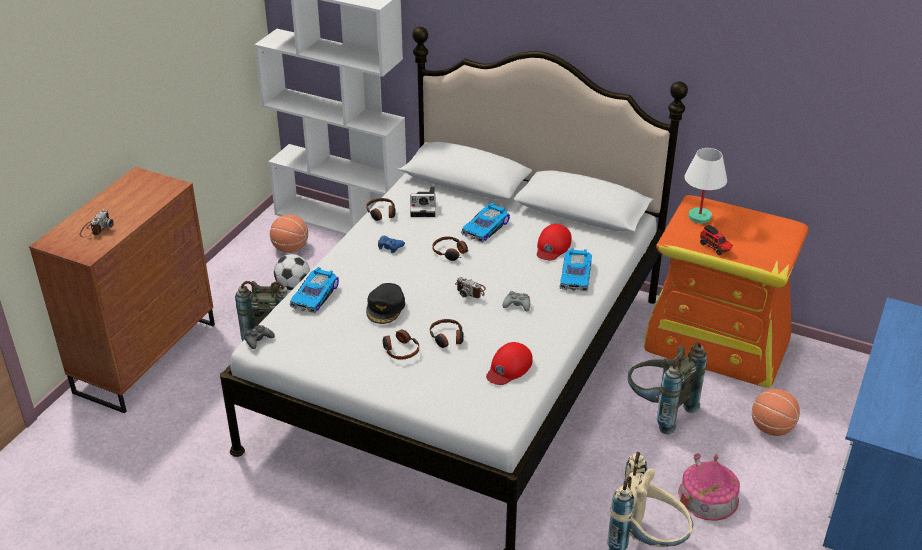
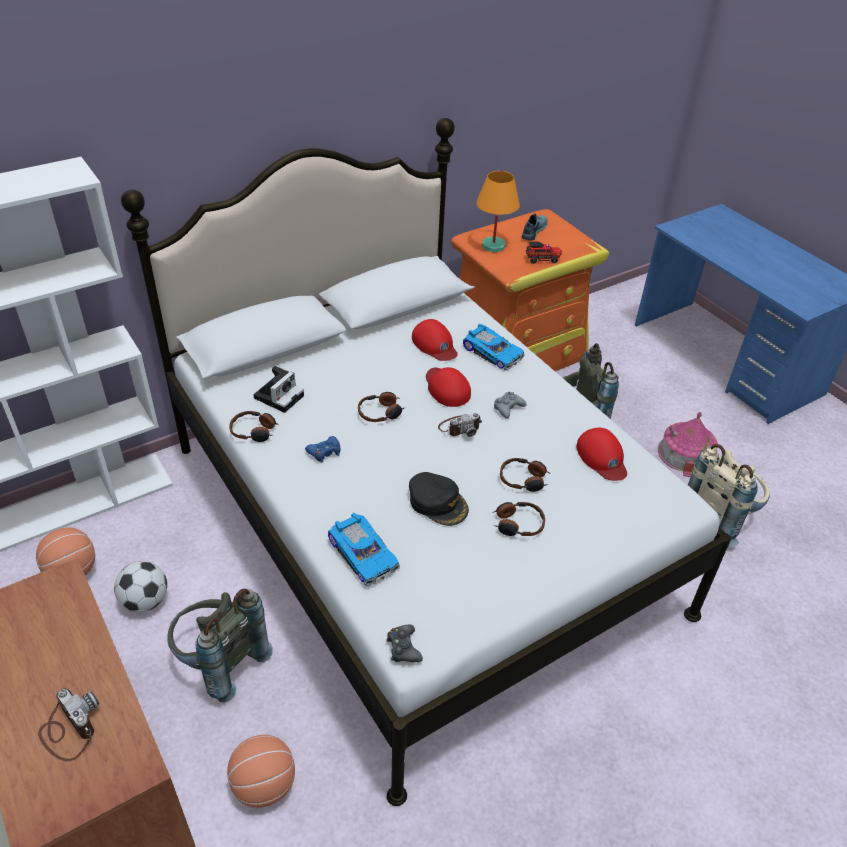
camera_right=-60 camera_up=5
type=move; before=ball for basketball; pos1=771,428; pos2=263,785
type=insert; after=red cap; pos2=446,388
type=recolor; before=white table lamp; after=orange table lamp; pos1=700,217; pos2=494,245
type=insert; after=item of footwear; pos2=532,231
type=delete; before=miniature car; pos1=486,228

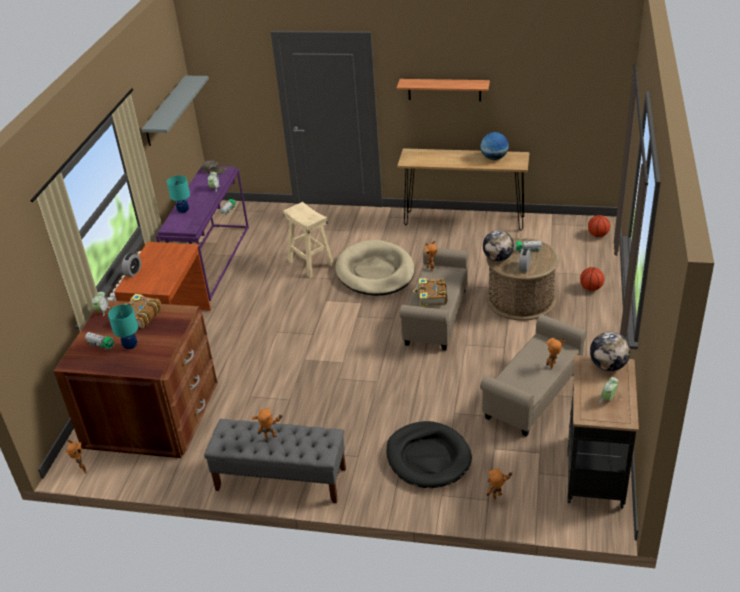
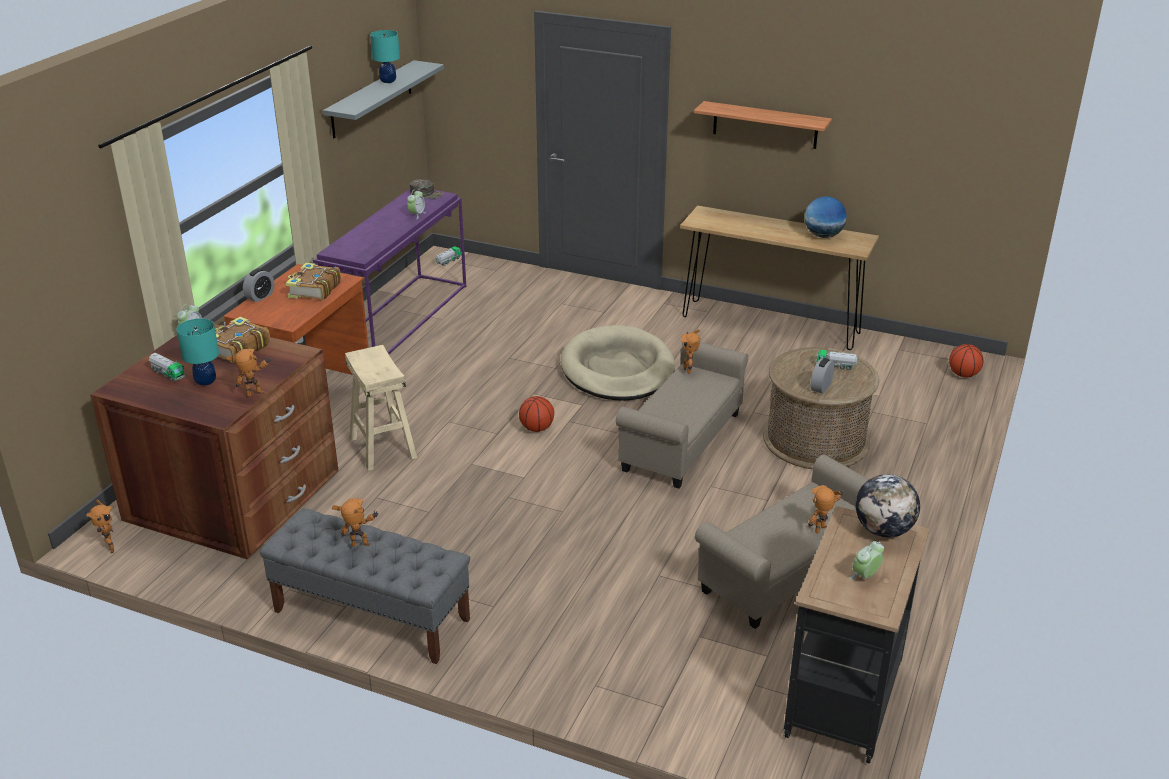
camera_right=10 camera_up=-5
type=move; before=robot figure; pos1=498,497; pos2=255,396
type=move; before=book; pos1=431,297; pos2=313,290
type=move; before=beige-coloured stool seat; pos1=311,263; pos2=383,447
type=move; before=turquoise-coloured table lamp; pos1=182,211; pos2=387,81
type=move; before=ball for basketball; pos1=591,288; pos2=537,428
type=delete; before=blackish dog cushion; pos1=428,457
type=delete; before=globe; pos1=498,258

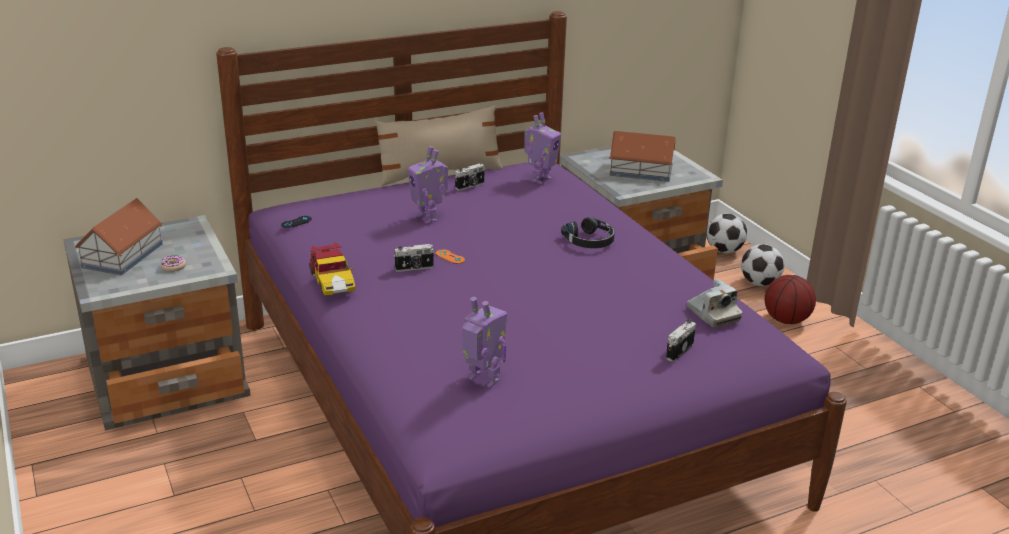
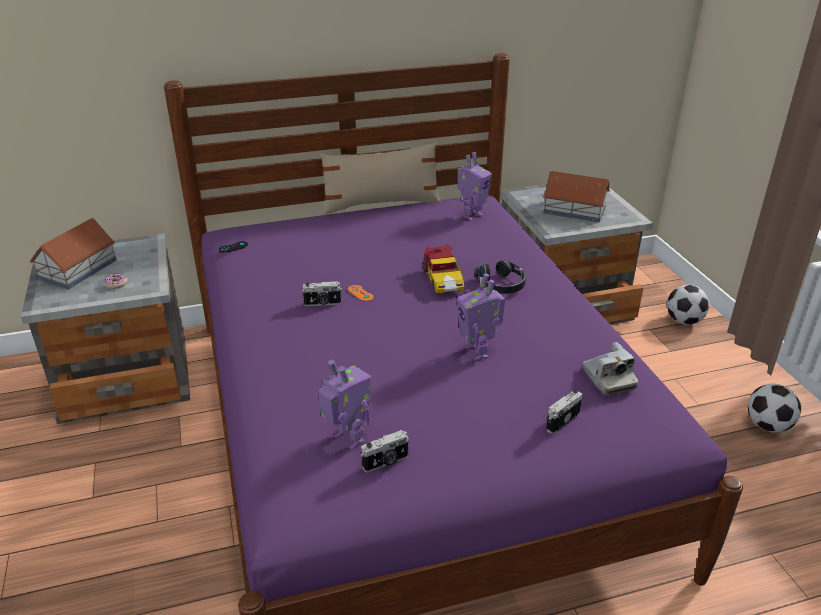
camera_right=10 camera_up=5
type=move; before=still camera; pos1=470,186; pos2=386,462
type=move; before=miniature car; pos1=332,281; pos2=443,279
type=move; before=robot figure; pos1=428,218; pos2=478,352
type=move; before=football; pos1=724,251; pos2=767,425
type=delete; before=ball for basketball; pos1=786,320

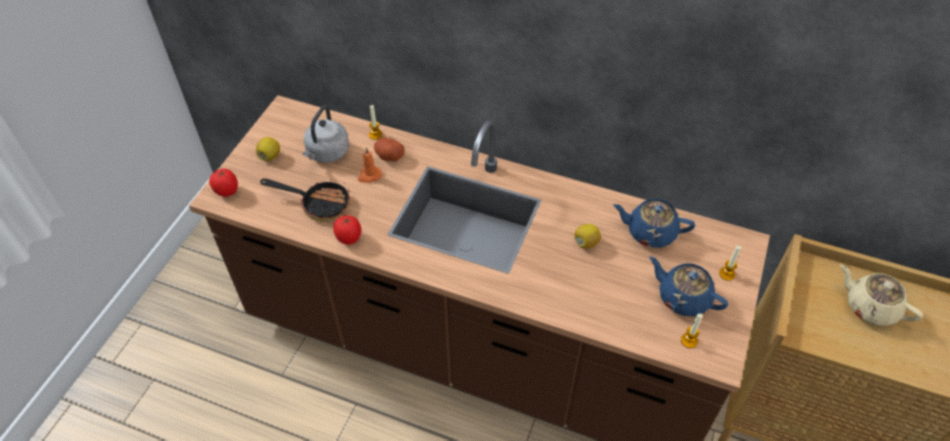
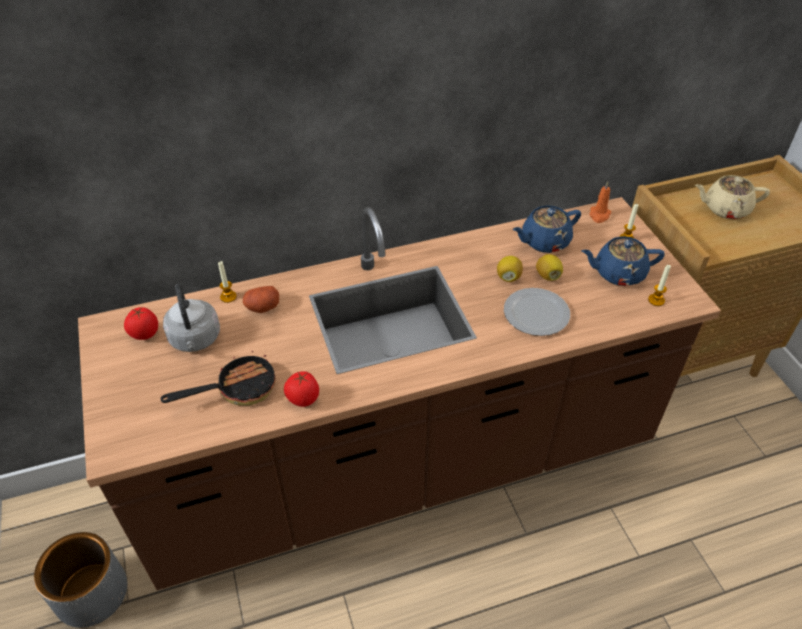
camera_right=-40 camera_up=-5
type=insert; after=greyish flower pot; pos2=92,593
type=move; before=whole tomato; pos1=227,191; pos2=145,334
type=insert; after=plate; pos2=535,314
type=move; before=whole lemon; pos1=270,156; pos2=548,276
type=move; before=orange candle; pos1=369,176; pos2=599,215

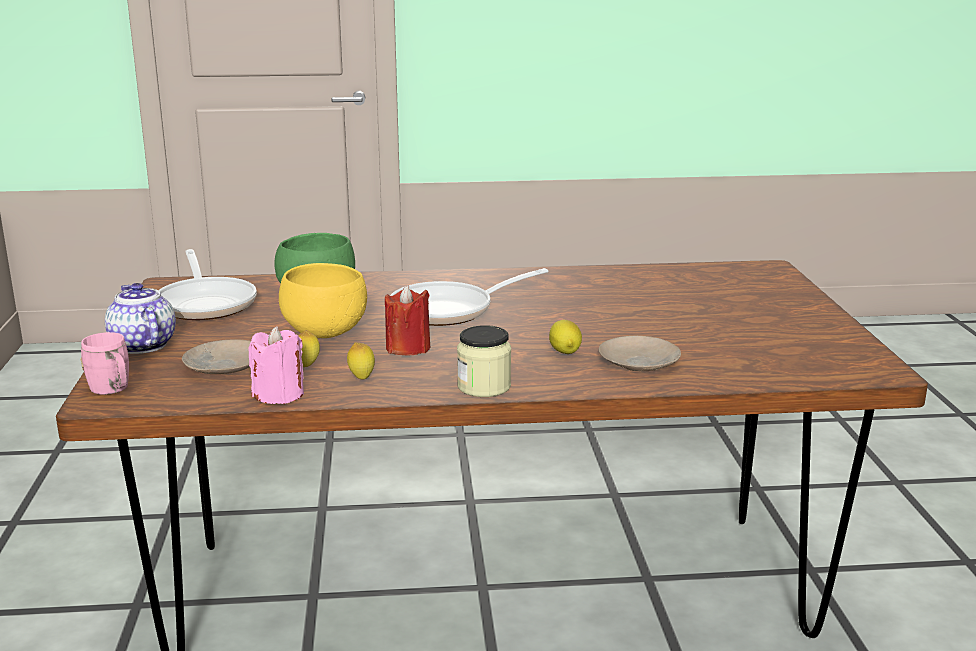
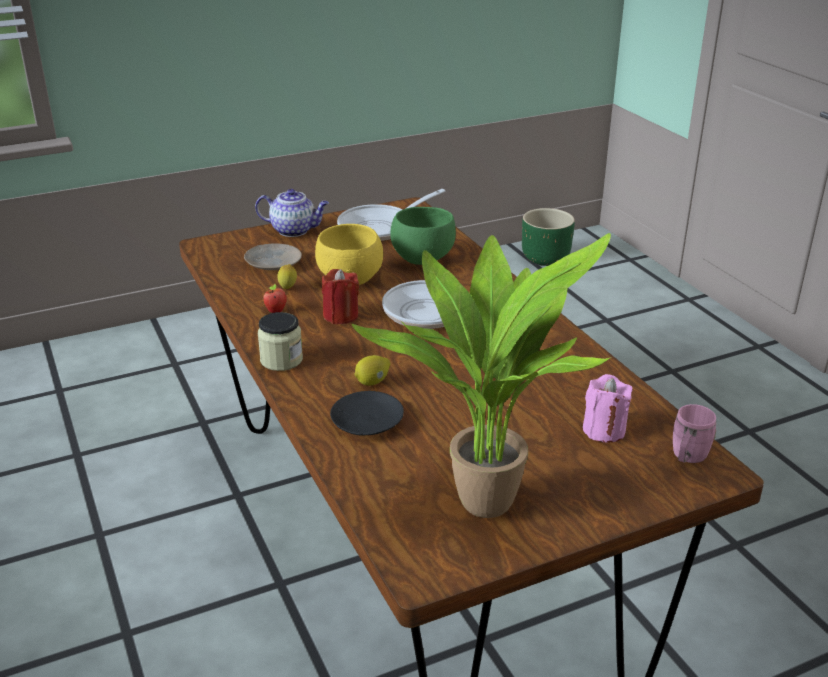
camera_right=70 camera_up=10
type=rotate; before=pot for tea; pos1=142,345; pos2=294,230; turn=60
type=replace; before=whole lemon; after=apple; pos1=361,377; pos2=276,311
type=recolor; before=beige-coloured plate; after=blackish plate; pos1=639,363; pos2=366,422
type=insert; after=plant in a pot; pos2=485,498
type=insert; after=greenish flower pot; pos2=545,259
type=move; before=pinkish candle; pos1=279,394; pos2=604,430
type=move; before=pinkish tea mug; pos1=113,390; pos2=687,458

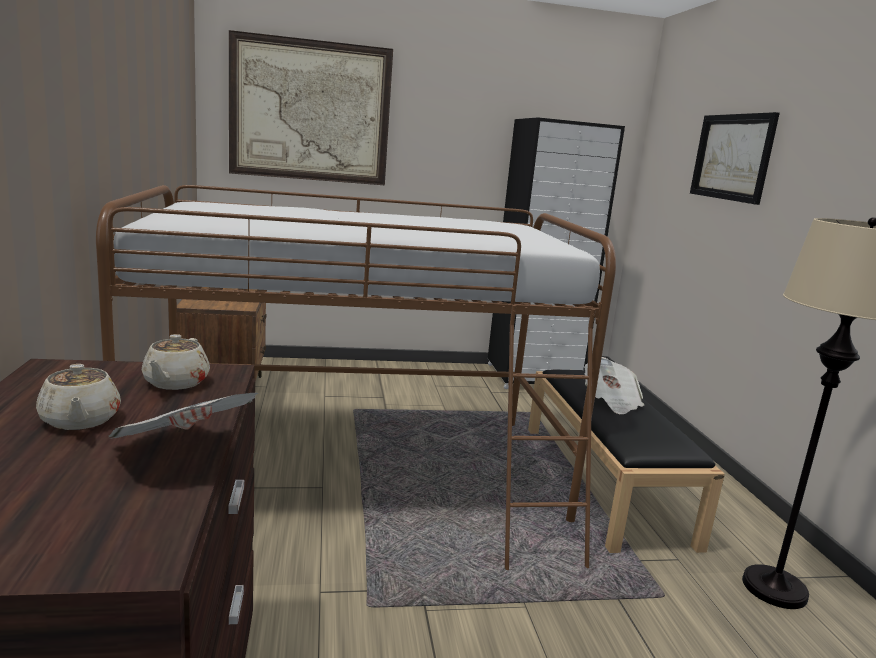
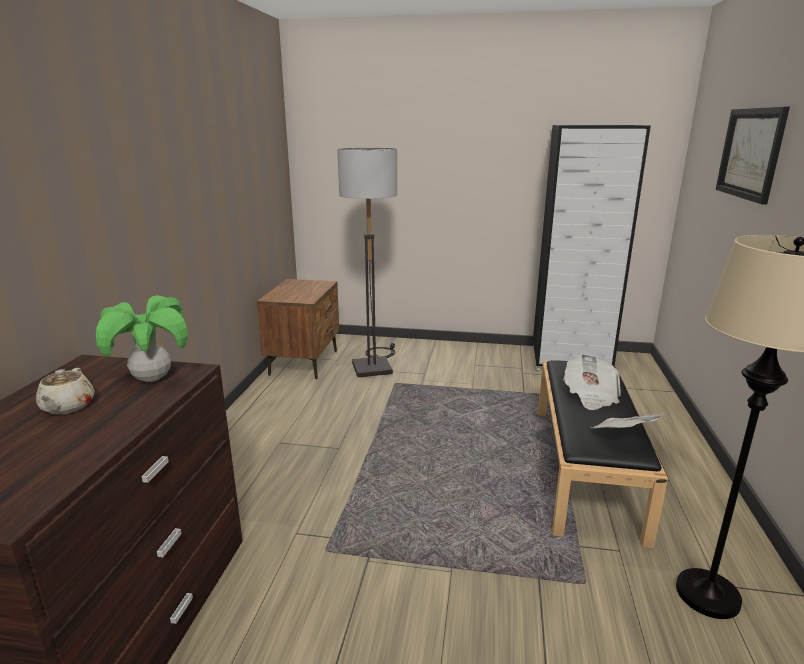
camera_right=20 camera_up=5
type=replace; before=beige-coloured pot for tea; after=plant in a pot; pos1=175,383; pos2=152,379
type=insert; after=standard lamp; pos2=374,364
type=move; before=newspaper; pos1=184,452; pos2=624,436
type=delete; before=brown bed; pos1=359,468
type=delete; before=picture; pos1=310,111

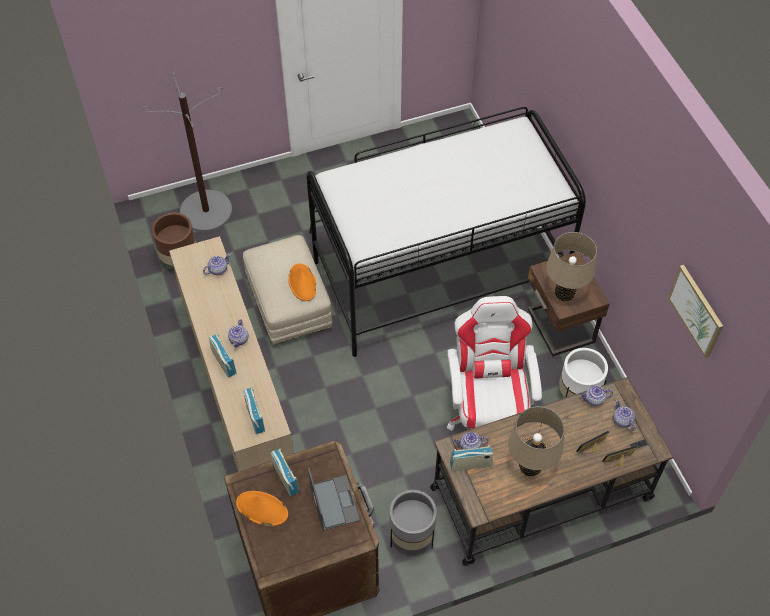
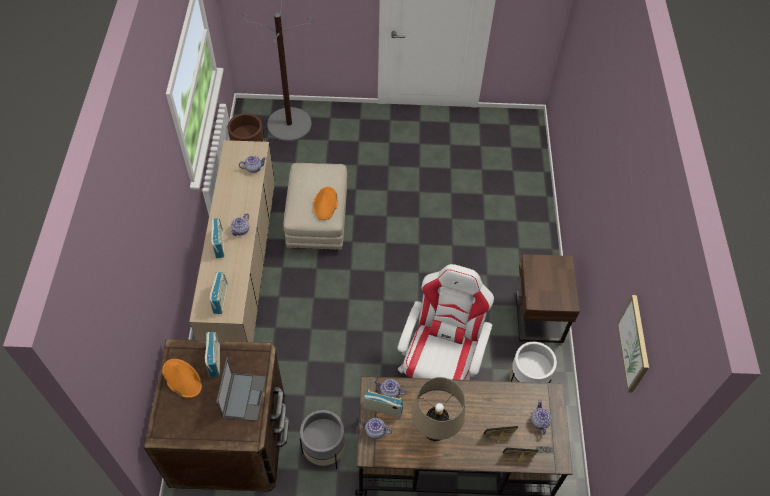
camera_right=20 camera_up=0
type=move; before=pot for tea; pos1=594,400; pos2=374,431
type=delete; before=blackish bed; pos1=435,275
type=delete; before=beige-coloured table lamp; pos1=564,293

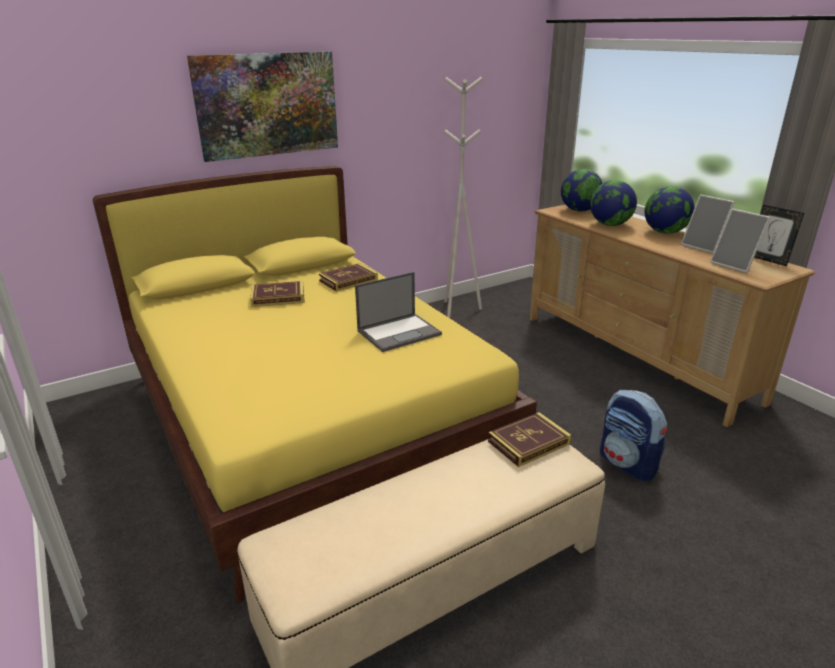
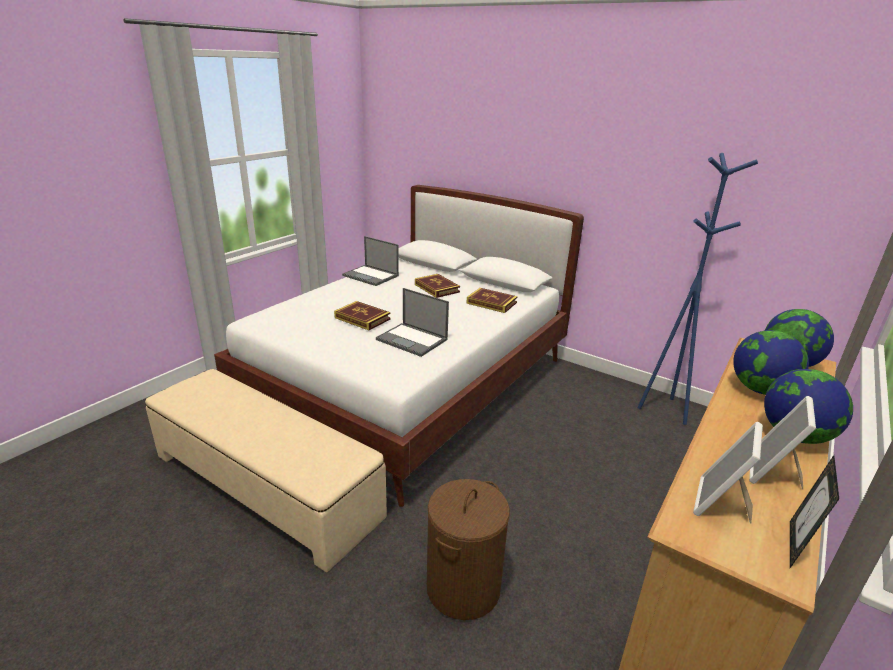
camera_right=65 camera_up=0
type=recolor; before=yellowish bed; after=white bed; pos1=309,422; pos2=411,385
type=move; before=book; pos1=528,442; pos2=362,318
type=insert; after=portable computer; pos2=371,276
type=replace; before=rucksack; after=brown laundry basket; pos1=628,464; pos2=463,588
type=recolor; before=greyish clothes rack; after=blue-coloured clothes rack; pos1=458,309; pos2=665,410
type=delete; before=picture; pos1=268,105

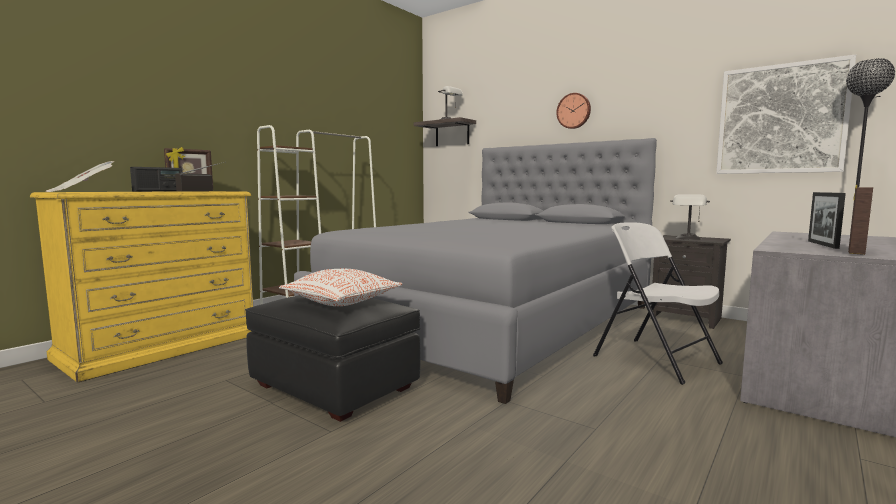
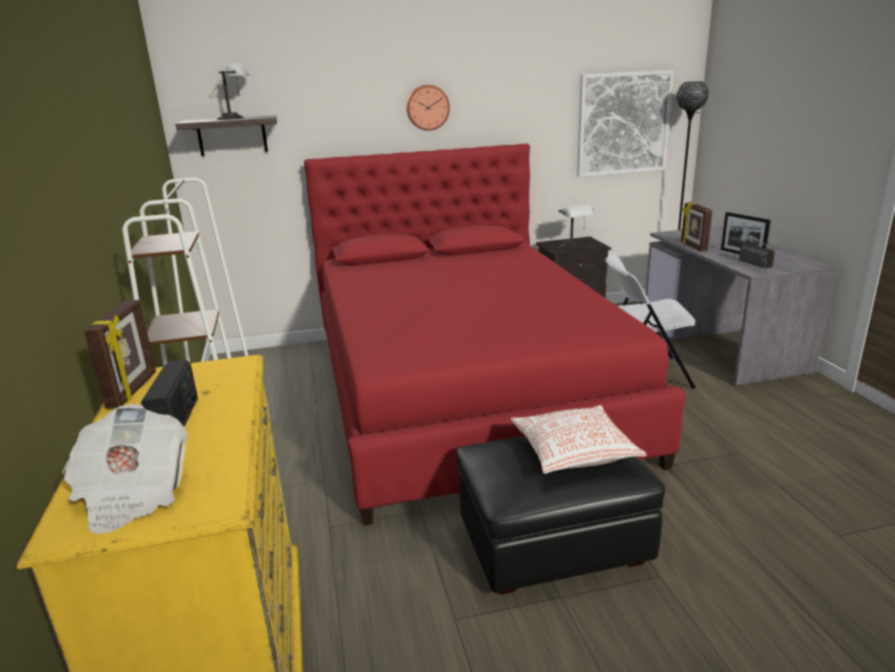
camera_right=-50 camera_up=15
type=recolor; before=greyish bed; after=red bed; pos1=493,321; pos2=465,391
type=move; before=picture frame; pos1=856,251; pos2=693,246
type=move; before=radio; pos1=202,191; pos2=747,261

